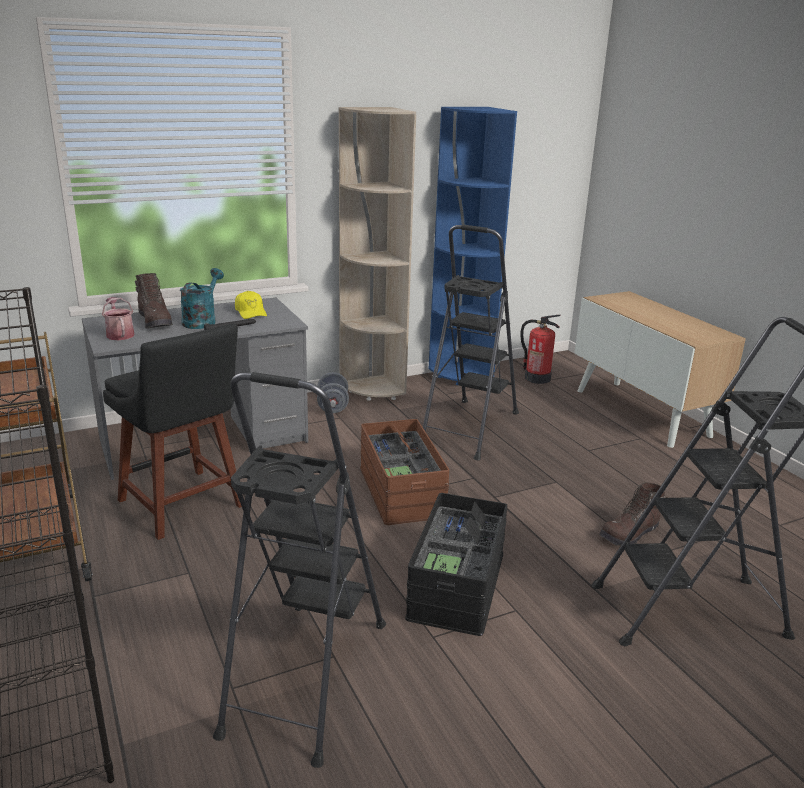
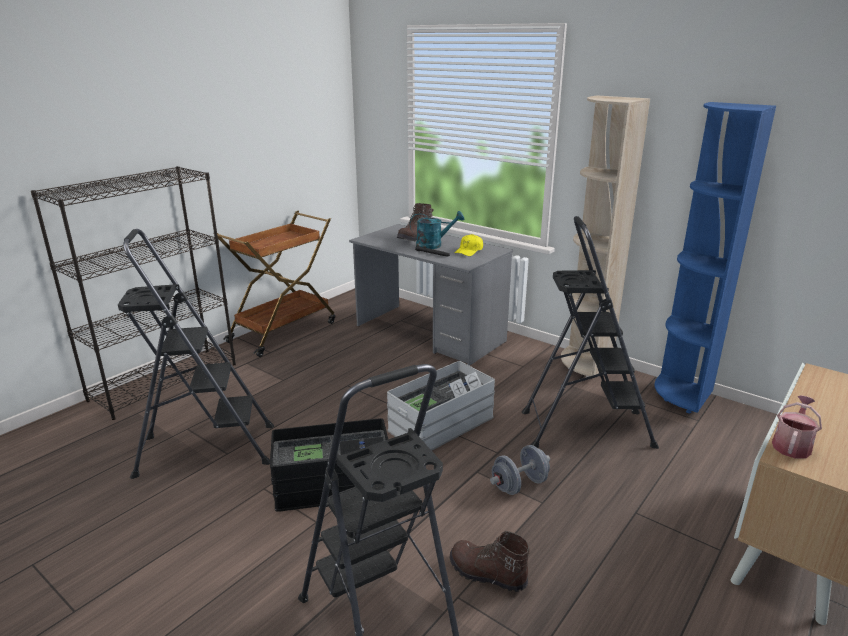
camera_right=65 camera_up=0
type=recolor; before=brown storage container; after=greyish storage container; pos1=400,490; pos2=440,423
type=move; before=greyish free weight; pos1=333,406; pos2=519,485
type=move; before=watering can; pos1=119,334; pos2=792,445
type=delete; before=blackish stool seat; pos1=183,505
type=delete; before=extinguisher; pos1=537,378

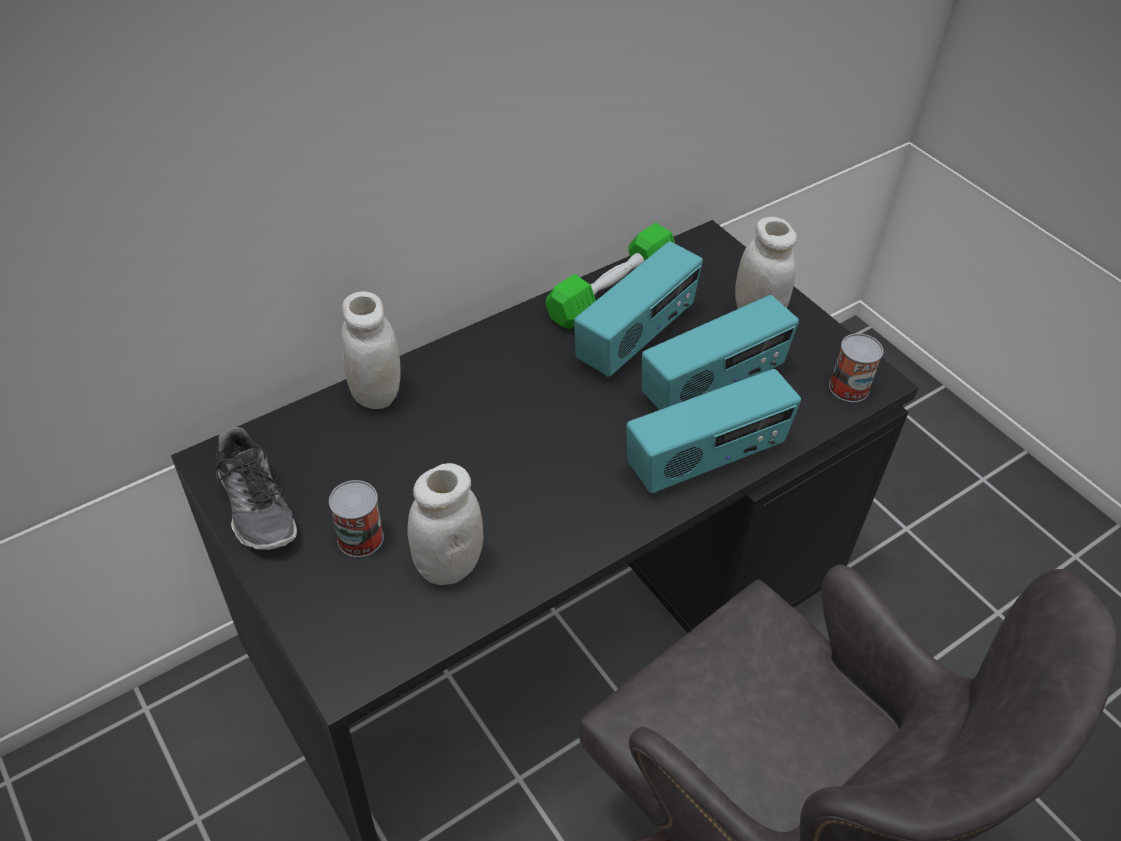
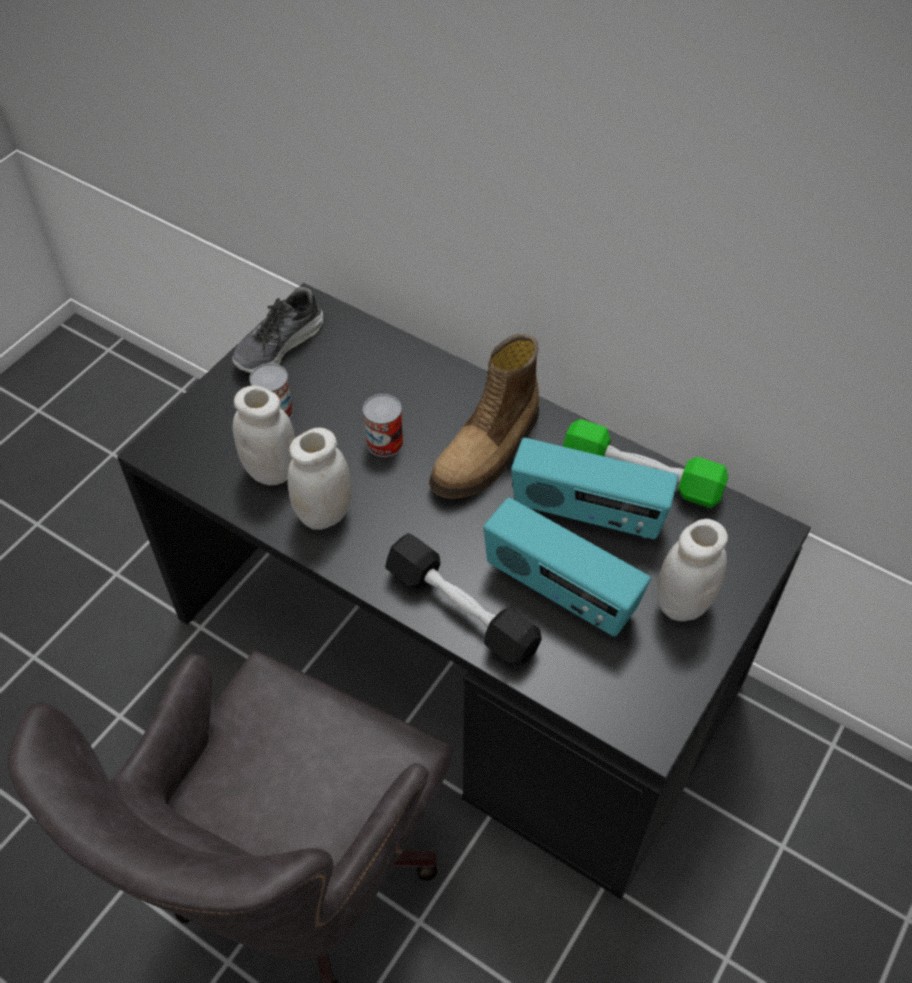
camera_right=70 camera_up=5
type=move; before=white preserve jar; pos1=376,393; pos2=324,514
type=move; before=sealed can; pos1=849,387; pos2=384,442
type=replace; before=radio; after=blackish free weight; pos1=706,461; pos2=461,610
type=insert; after=tall boot; pos2=488,452

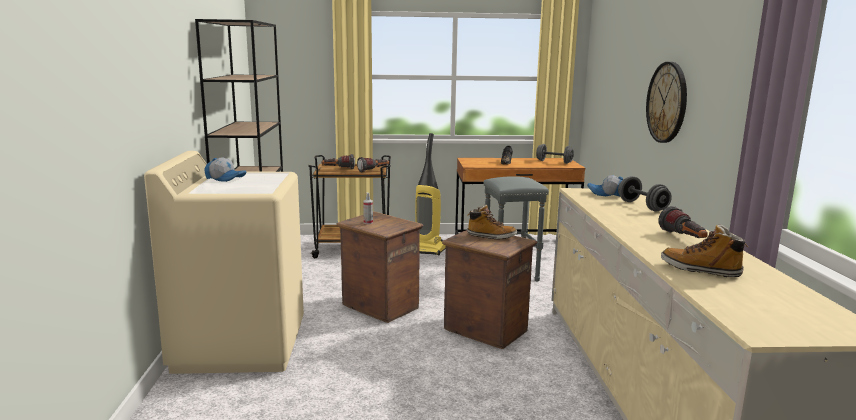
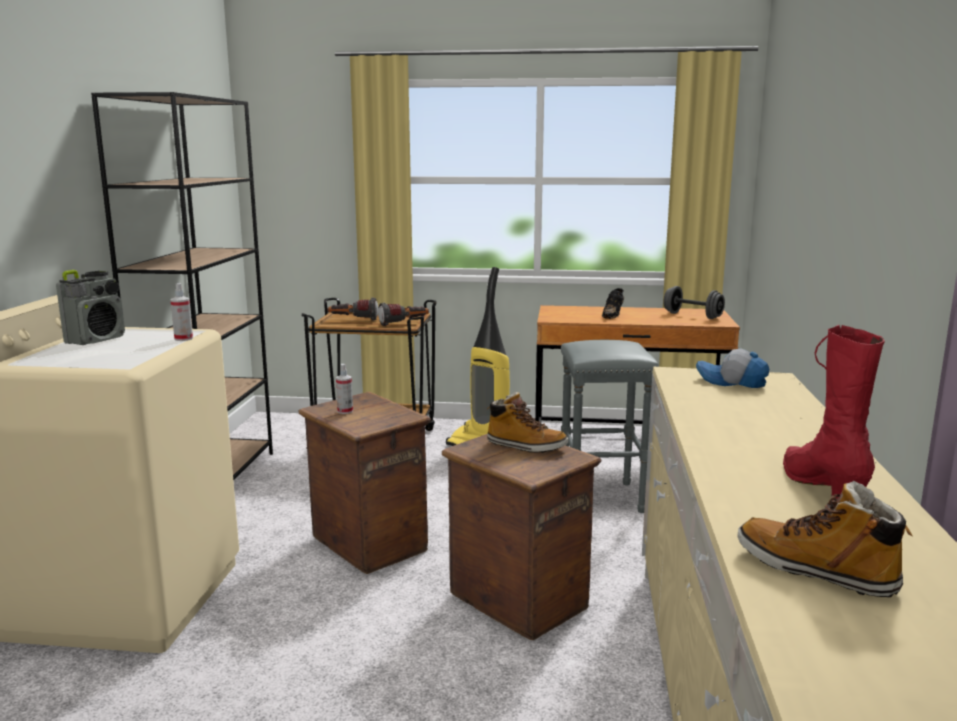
camera_right=10 camera_up=0
type=replace; before=cap; after=radio; pos1=226,179; pos2=96,340
type=insert; after=sprayer; pos2=183,339
type=replace; before=hand torch; after=red tall boot; pos1=684,239; pos2=821,488
type=delete; before=greyish free weight; pos1=642,206
type=delete; before=wall clock; pos1=667,102

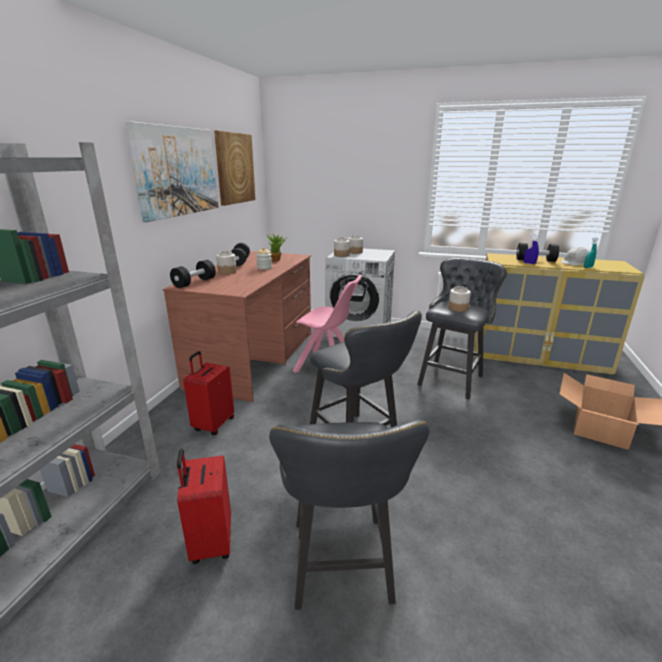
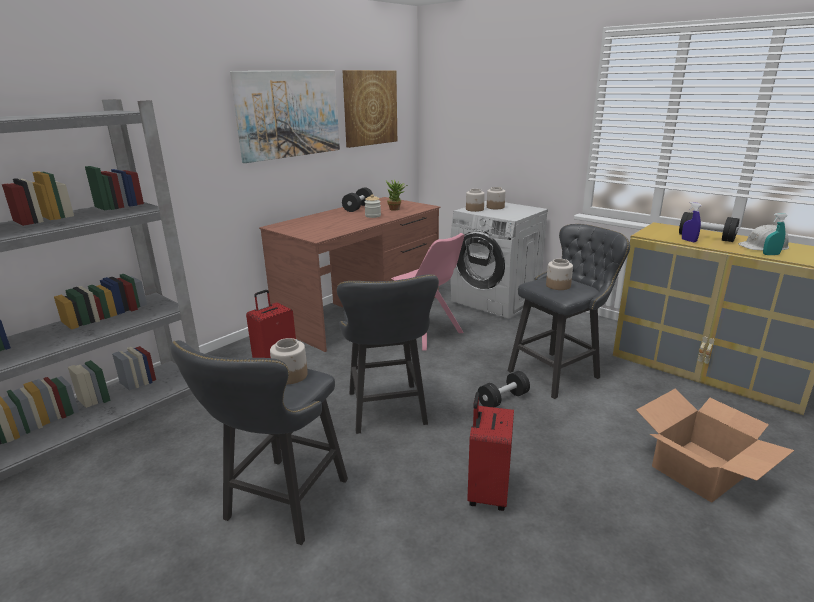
camera_right=25 camera_up=0
type=move; before=preserve jar; pos1=227,272; pos2=291,375
type=move; before=red travel case; pos1=210,542; pos2=487,493
type=move; before=blackish free weight; pos1=194,283; pos2=503,399

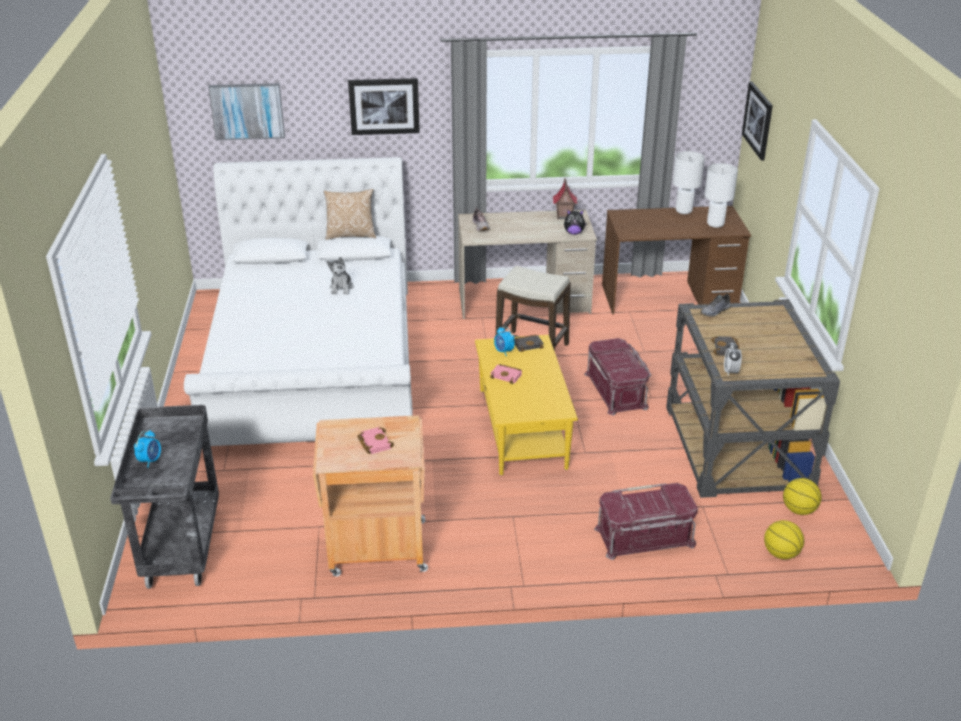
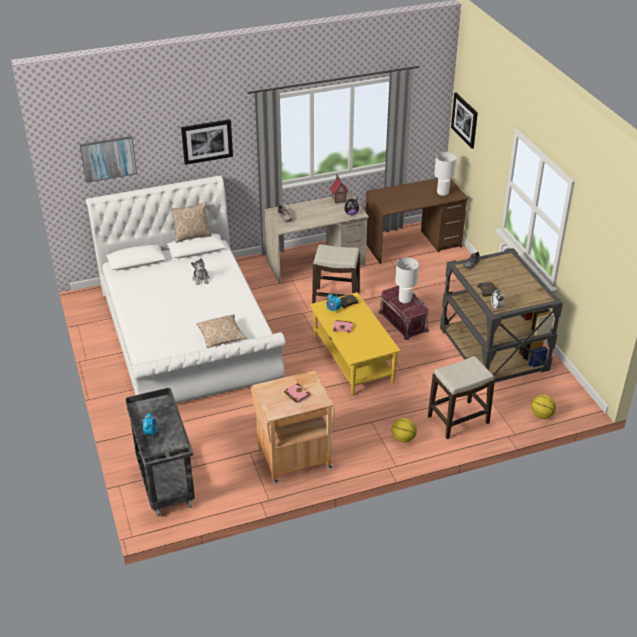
camera_right=-15 camera_up=5
type=insert; after=throw pillow; pos2=221,337
type=move; before=ball for basketball; pos1=798,510; pos2=403,438
type=move; before=white table lamp; pos1=683,212; pos2=405,301
type=replace; before=red storage container; after=stool seat; pos1=645,537; pos2=458,420

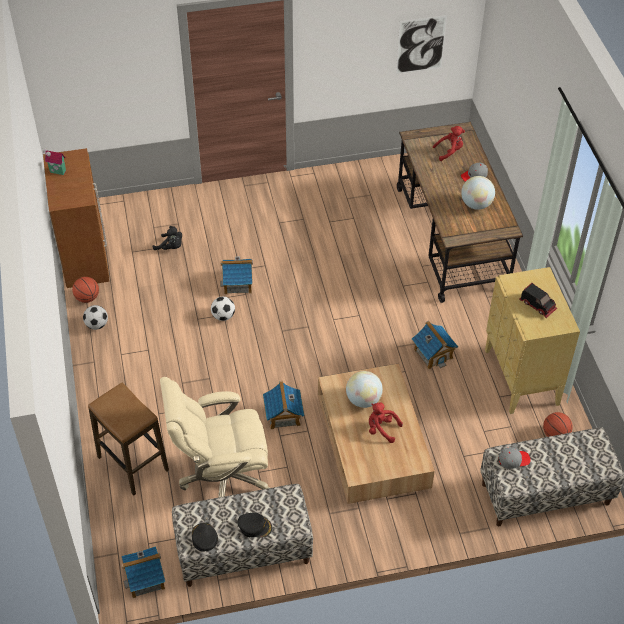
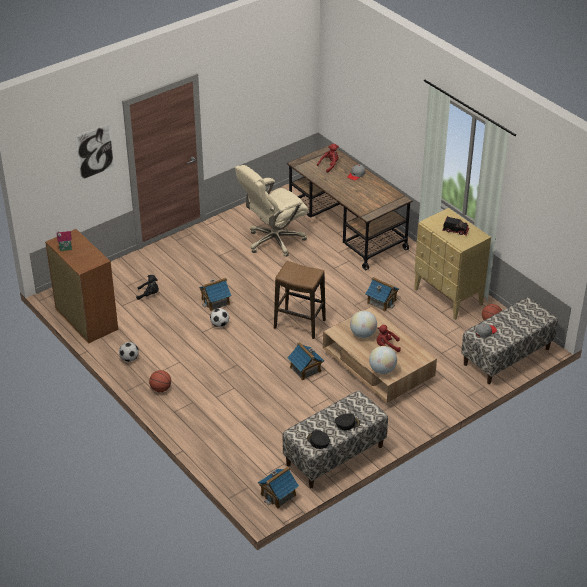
camera_right=-25 camera_up=-10
type=move; before=picture; pos1=421,44; pos2=95,152
type=move; before=ball for basketball; pos1=87,298; pos2=160,389
type=move; before=beige-coloured desk chair; pos1=221,478; pos2=273,241
type=move; before=stool seat; pos1=132,464; pos2=299,324
type=move; before=globe; pos1=476,204; pos2=382,370

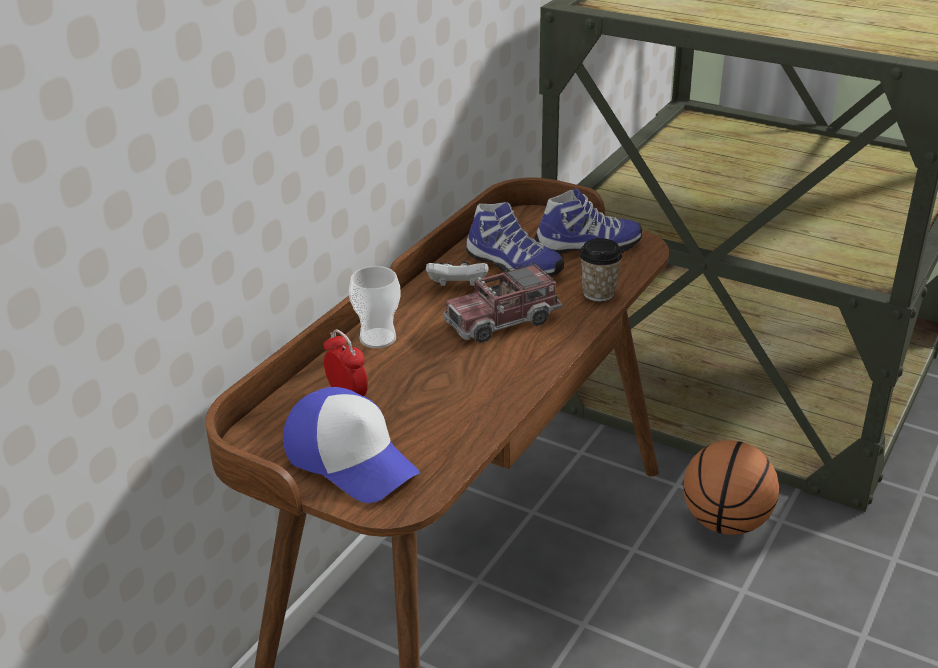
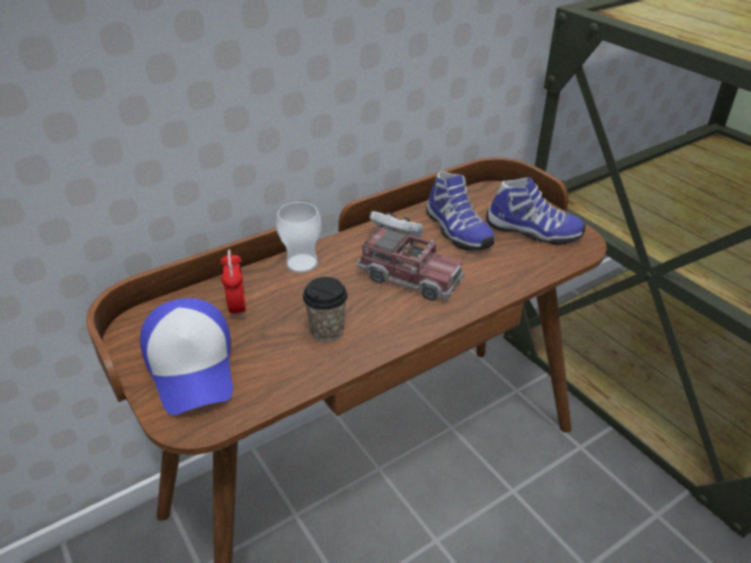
camera_right=25 camera_up=5
type=move; before=small cup; pos1=598,293; pos2=327,330
type=rotate; before=toy truck; pos1=502,320; pos2=410,278; turn=-150
type=delete; before=ball for basketball; pos1=726,522

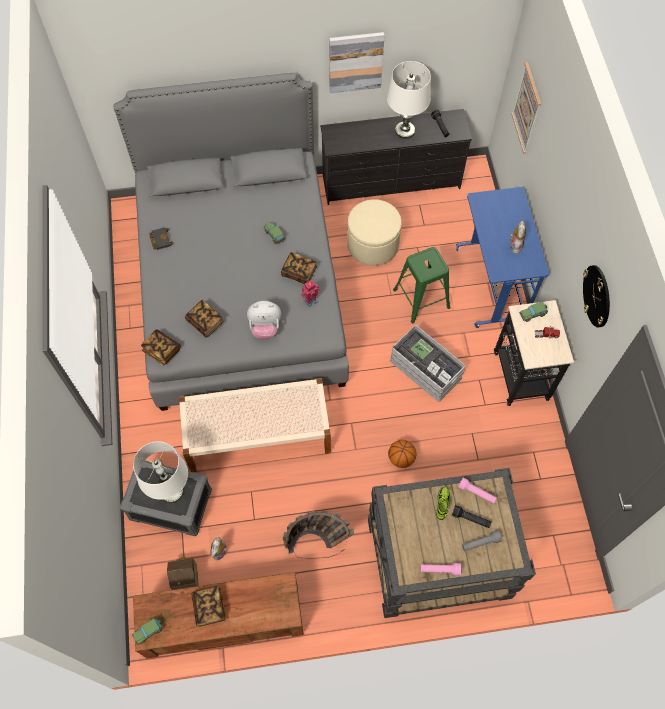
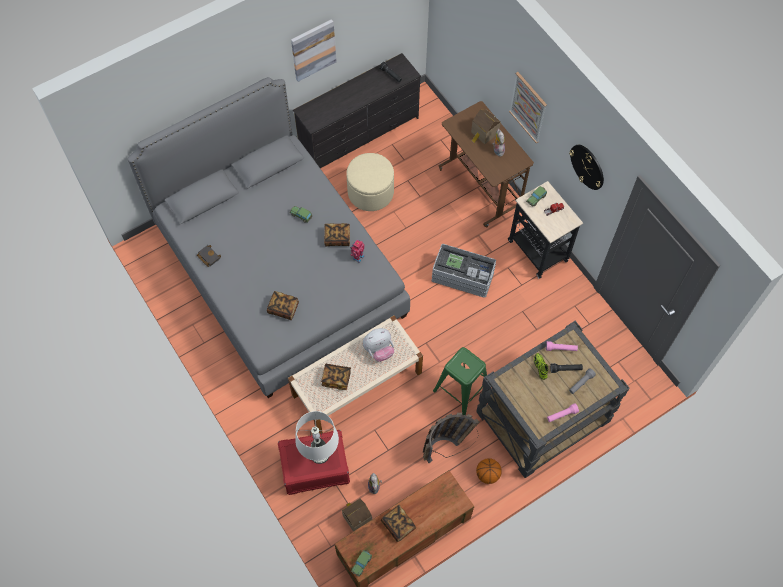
camera_right=-25 camera_up=0
type=recolor; before=greyish storage container; after=red storage container; pos1=170,504; pos2=315,468
type=move; before=book; pos1=162,350; pos2=336,379
type=move; before=cuddly toy; pos1=265,327; pos2=379,350
type=move; before=greenish stool seat; pos1=421,298; pos2=461,389
type=recolor; before=blue-coloured desk; after=brown desk; pos1=491,284; pos2=481,187
type=insert; after=toy house; pos2=484,133
type=move; before=ball for basketball; pos1=401,458; pos2=487,474
type=move; before=picture; pos1=527,108; pos2=528,107
type=delete; before=white table lamp; pos1=405,131

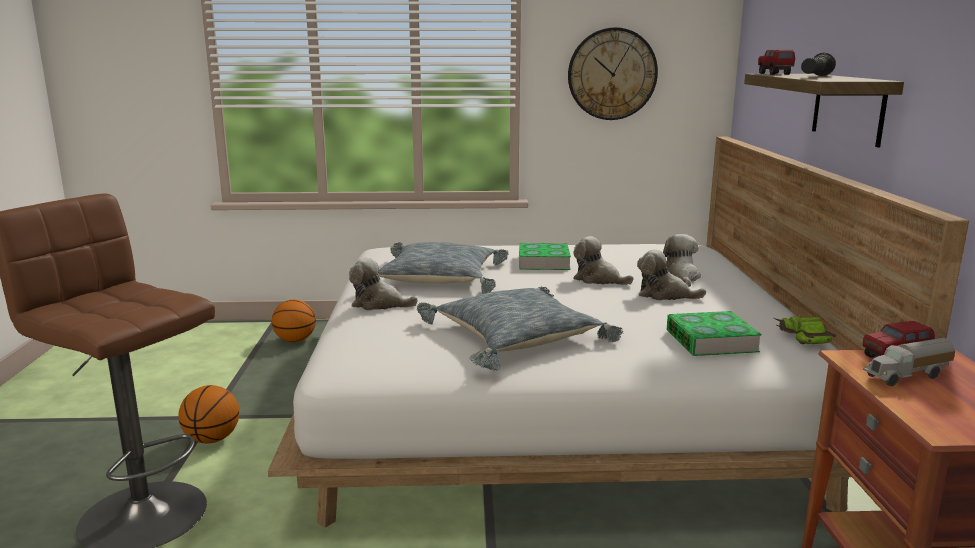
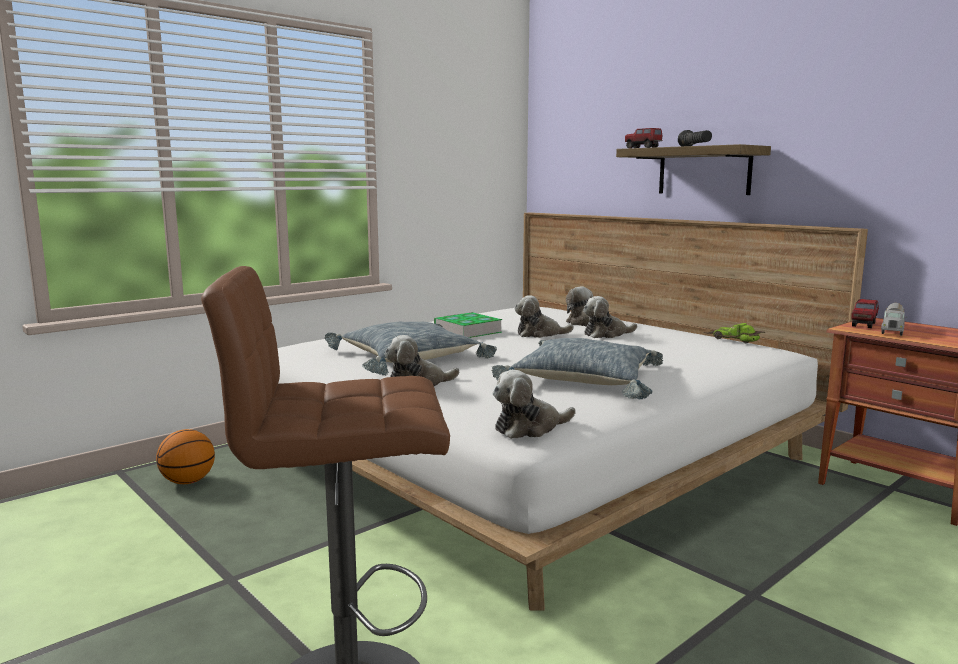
camera_right=-40 camera_up=-5
type=insert; after=cuddly toy; pos2=529,428
type=delete; before=ball for basketball; pos1=212,439
type=delete; before=wall clock; pos1=612,74
type=delete; before=book; pos1=711,341

